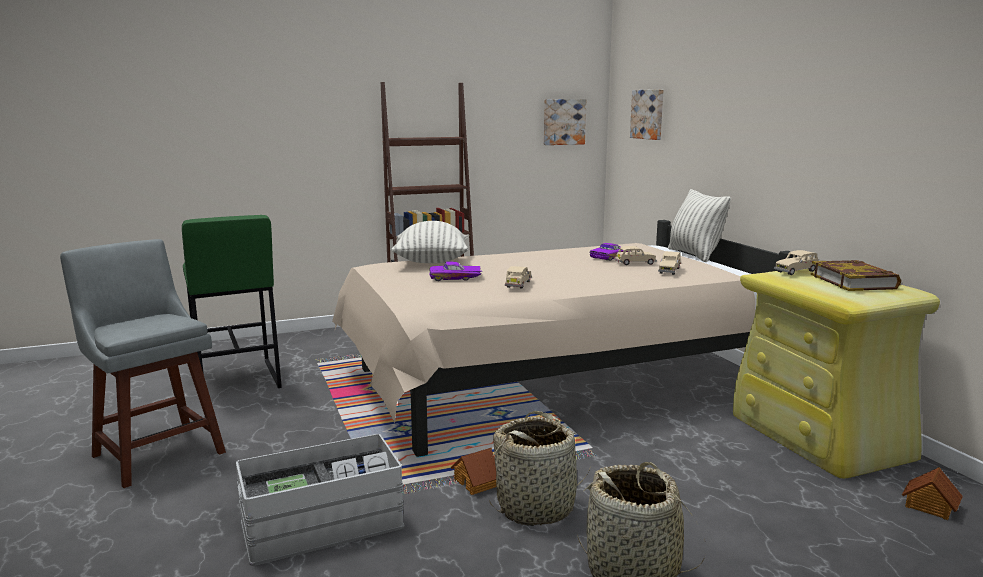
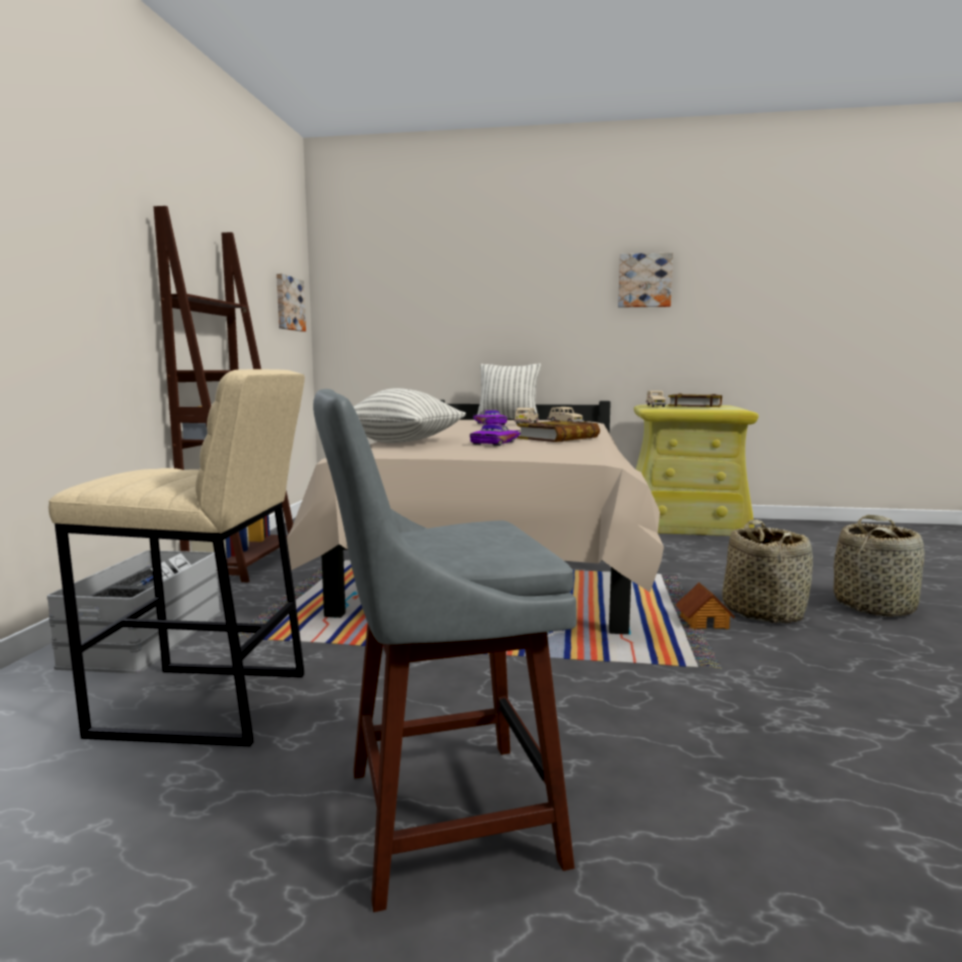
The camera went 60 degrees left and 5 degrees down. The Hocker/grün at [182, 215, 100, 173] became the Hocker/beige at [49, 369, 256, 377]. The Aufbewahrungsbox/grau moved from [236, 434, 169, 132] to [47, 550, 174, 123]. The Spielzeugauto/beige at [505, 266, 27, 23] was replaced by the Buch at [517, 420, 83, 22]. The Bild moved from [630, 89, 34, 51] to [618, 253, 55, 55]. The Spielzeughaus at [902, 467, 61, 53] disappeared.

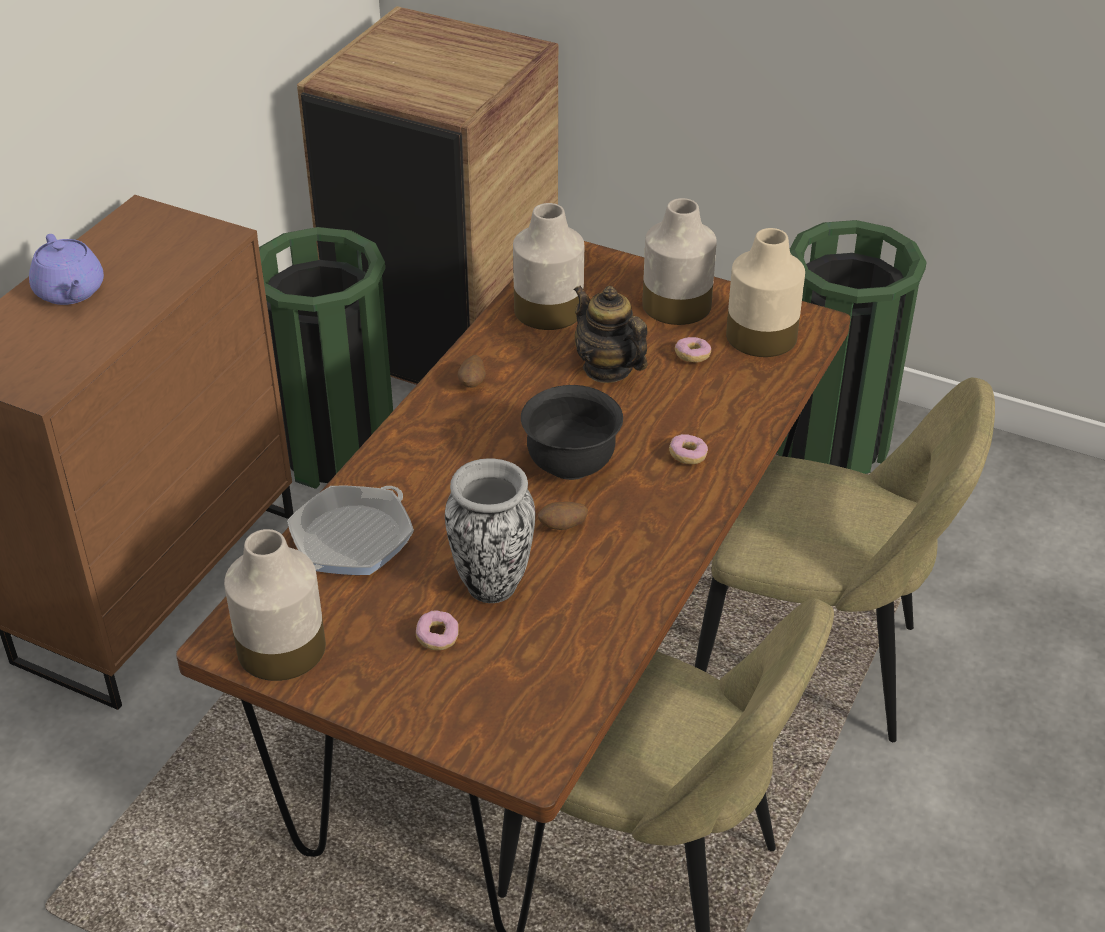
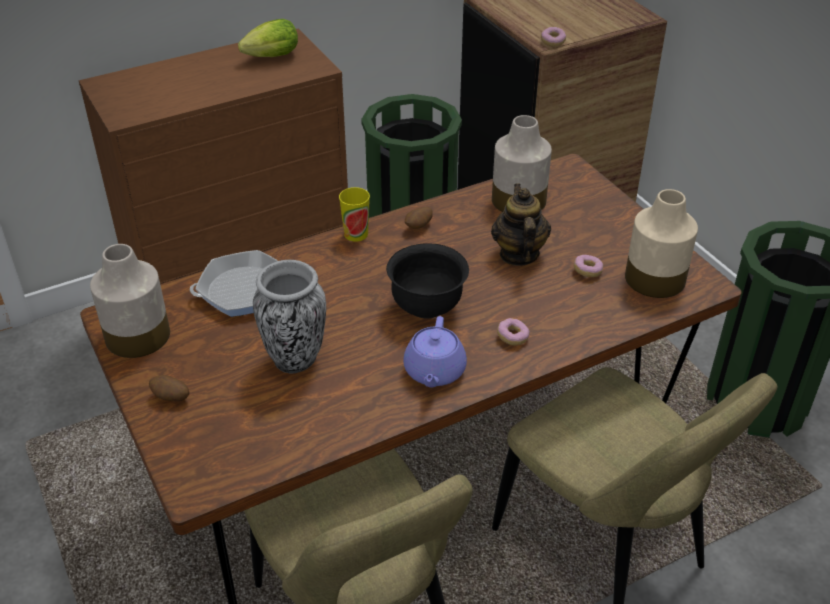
The camera went 35 degrees right and 0 degrees up. The Teekanne/lila moved from [29, 234, 75, 71] to [403, 316, 64, 71]. The Donut moved from [416, 610, 43, 40] to [541, 27, 25, 20]. The Kartoffel moved from [538, 502, 50, 28] to [149, 375, 40, 26]. The Vase/beige at [642, 198, 75, 127] disappeared. The Salatkopf at [238, 19, 60, 38] appeared. The Tasse at [339, 187, 31, 55] appeared.

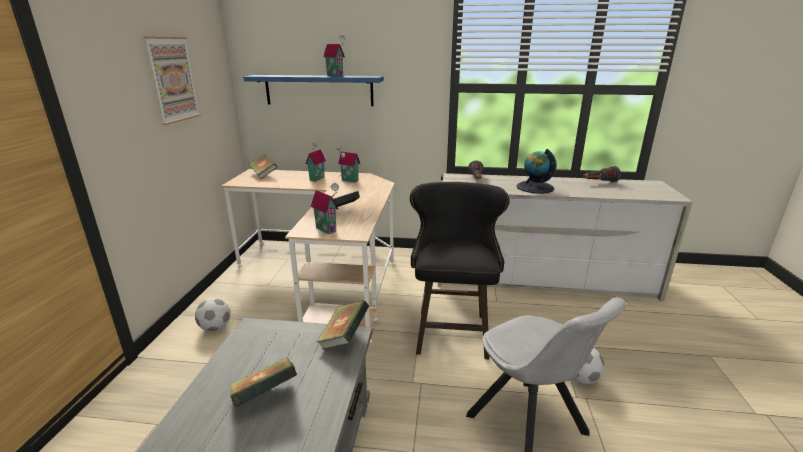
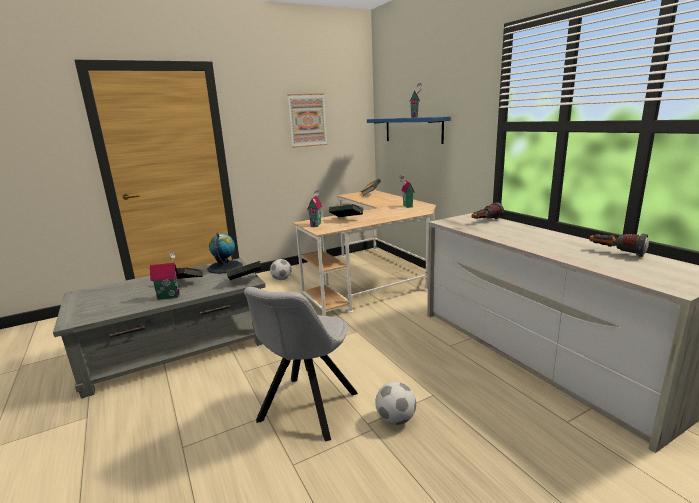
The camera went 55 degrees right and 5 degrees down. The Spielzeughaus moved from [306, 142, 20, 40] to [150, 252, 30, 48]. The Hocker/schwarz at [410, 182, 99, 177] disappeared. The Globus moved from [517, 149, 40, 45] to [207, 233, 36, 41].

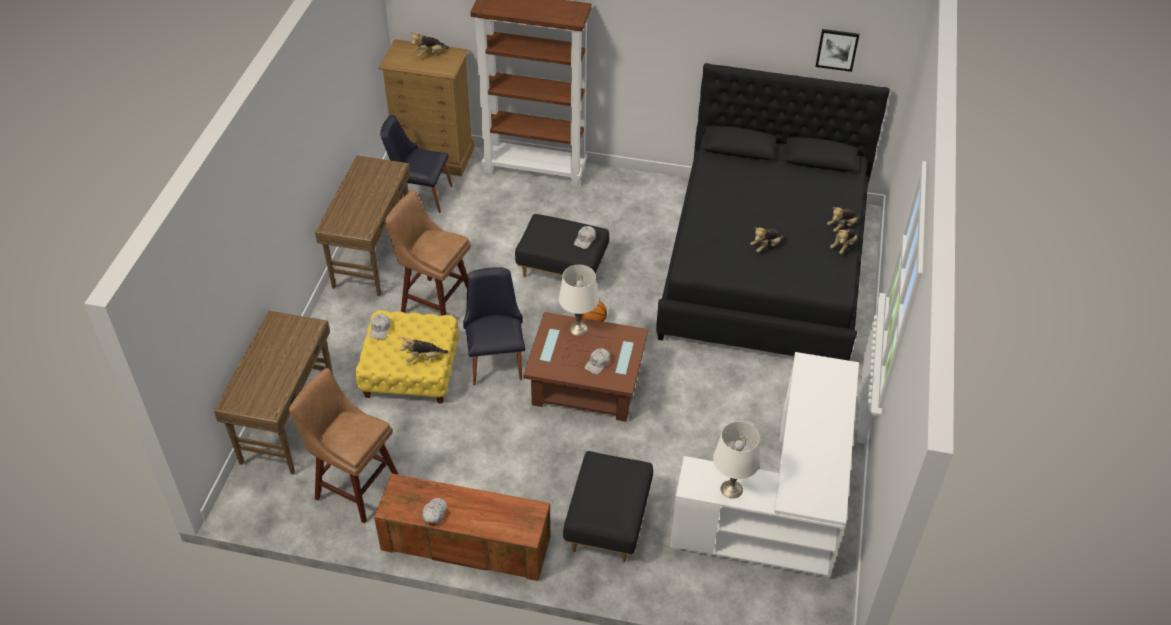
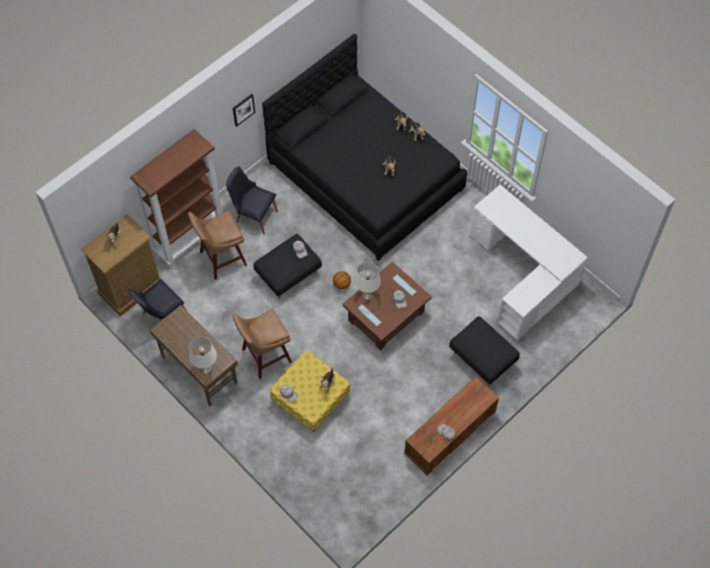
The camera went 55 degrees left and 15 degrees up. The Konsolentisch/braun at [214, 311, 119, 164] disappeared. The Hocker/braun moved from [289, 368, 110, 156] to [188, 211, 59, 69]. The Stuhl/schwarz moved from [463, 268, 63, 117] to [226, 167, 52, 68]. The Tischlampe/weiß moved from [713, 421, 47, 78] to [189, 336, 28, 38]. The Bild moved from [816, 29, 43, 43] to [233, 94, 22, 33].

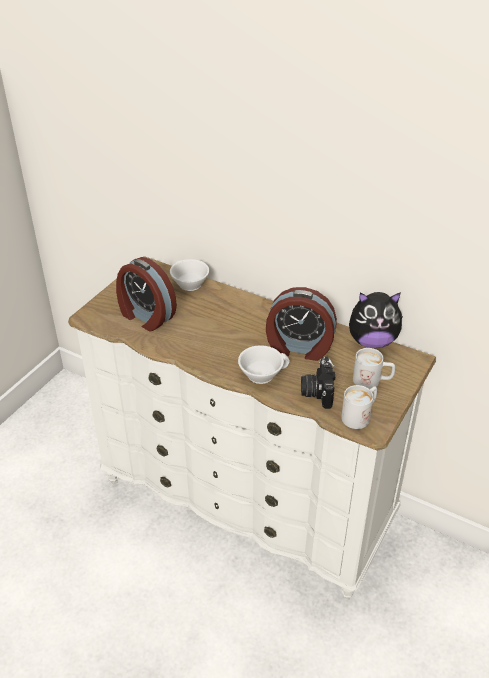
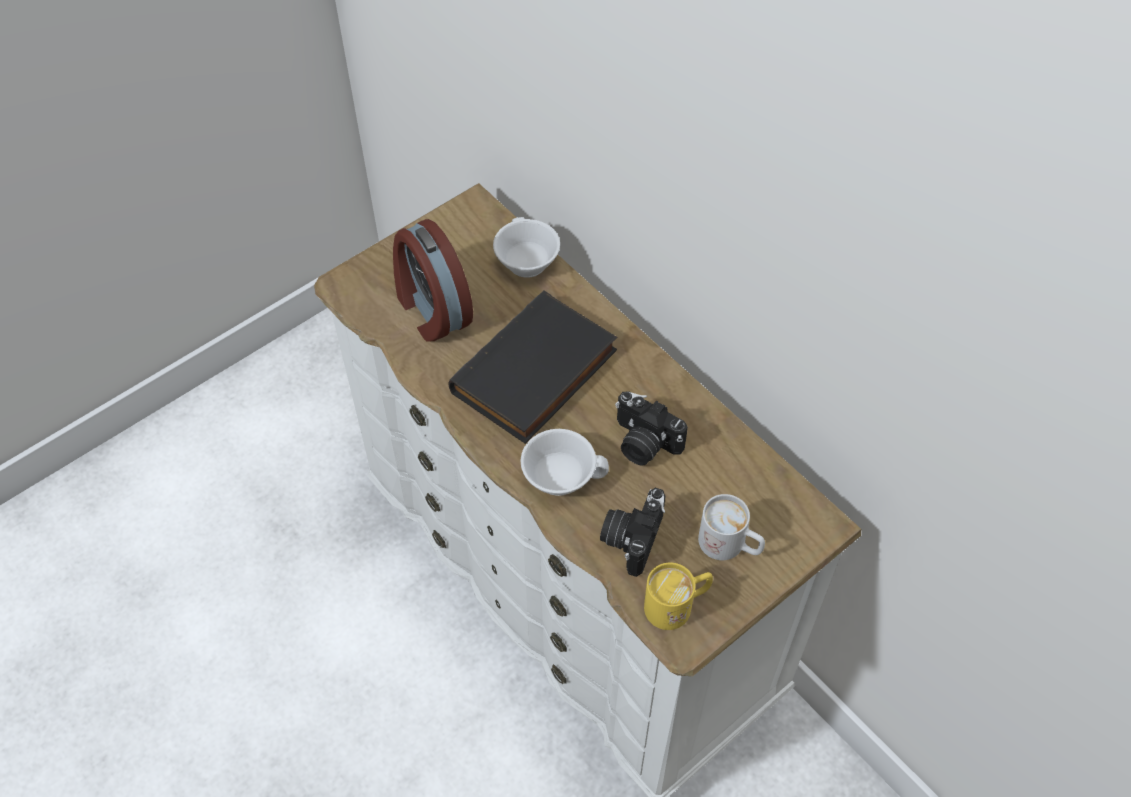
The camera went 20 degrees right and 15 degrees up. The Wecker at [266, 287, 71, 74] was replaced by the Kamera at [615, 392, 73, 74]. The Henkelbecher/weiß at [341, 385, 36, 44] became the Henkelbecher/gelb at [644, 562, 69, 68]. The Plüschtier at [349, 292, 54, 56] disappeared. The Buch/schwarz at [448, 291, 169, 153] appeared.

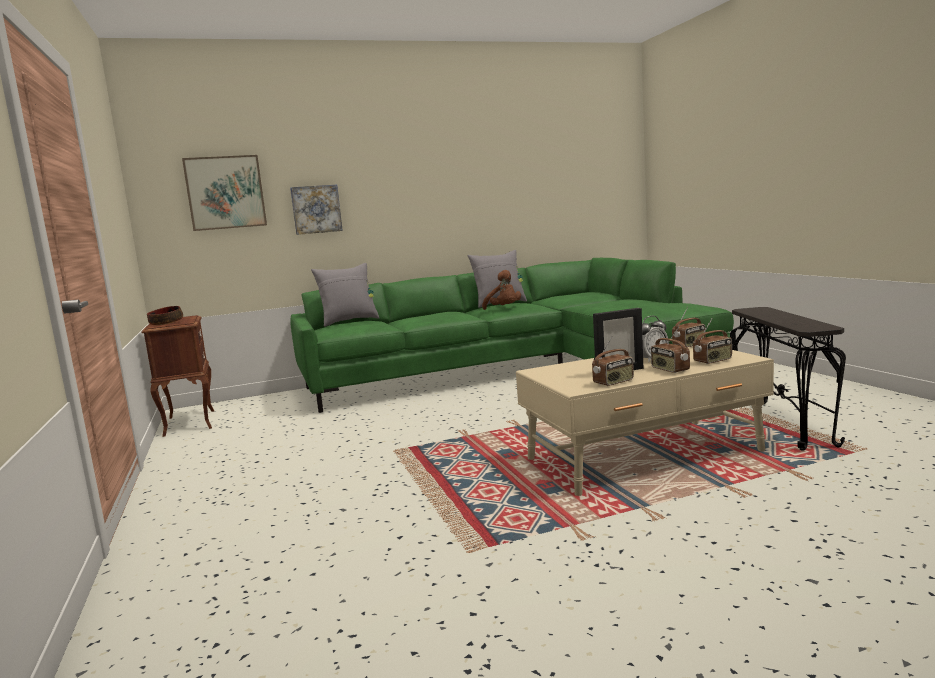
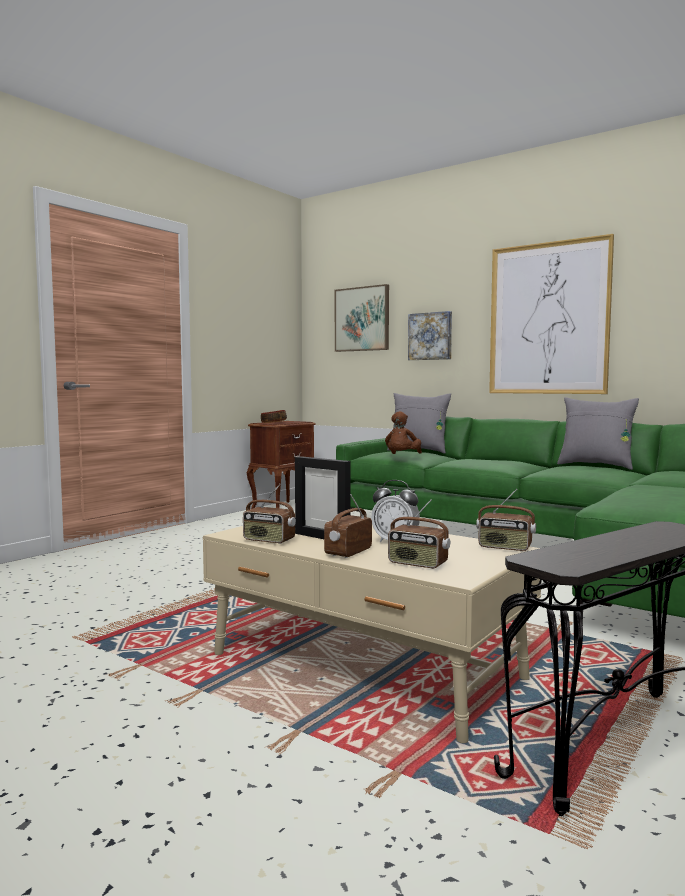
The camera went 55 degrees right and 5 degrees down. The Plüschtier/braun moved from [482, 270, 39, 40] to [385, 411, 37, 43]. The Bild at [489, 234, 125, 160] appeared.

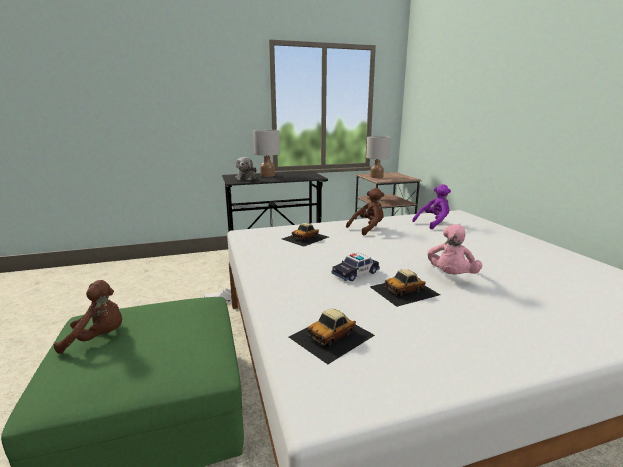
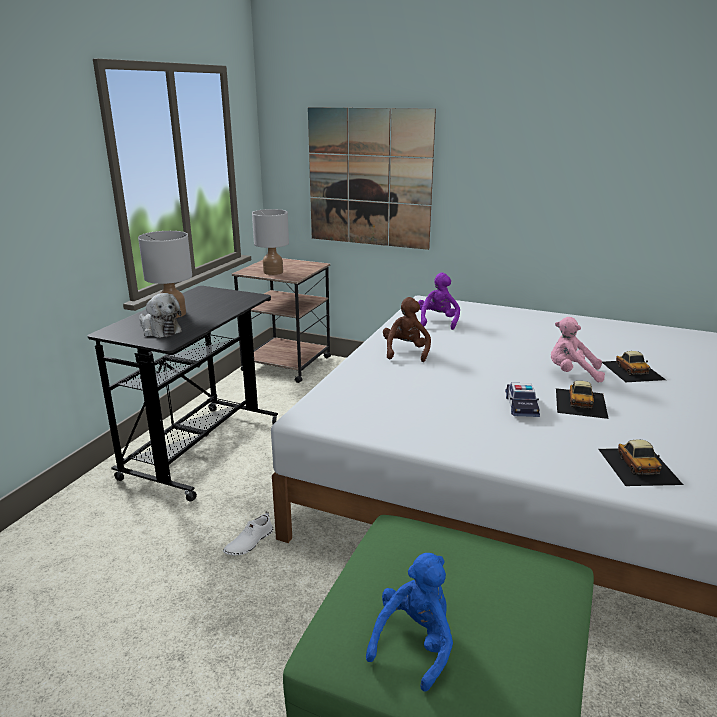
The camera went 50 degrees left and 5 degrees up. The Plüschtier/braun at [54, 280, 68, 74] became the Plüschtier/blau at [366, 553, 87, 139]. The Spielzeugauto moved from [282, 223, 47, 24] to [602, 351, 64, 31]. The Plüschtier/rosa at [427, 224, 55, 51] turned 135 degrees clockwise. The Bild at [308, 107, 128, 143] appeared.

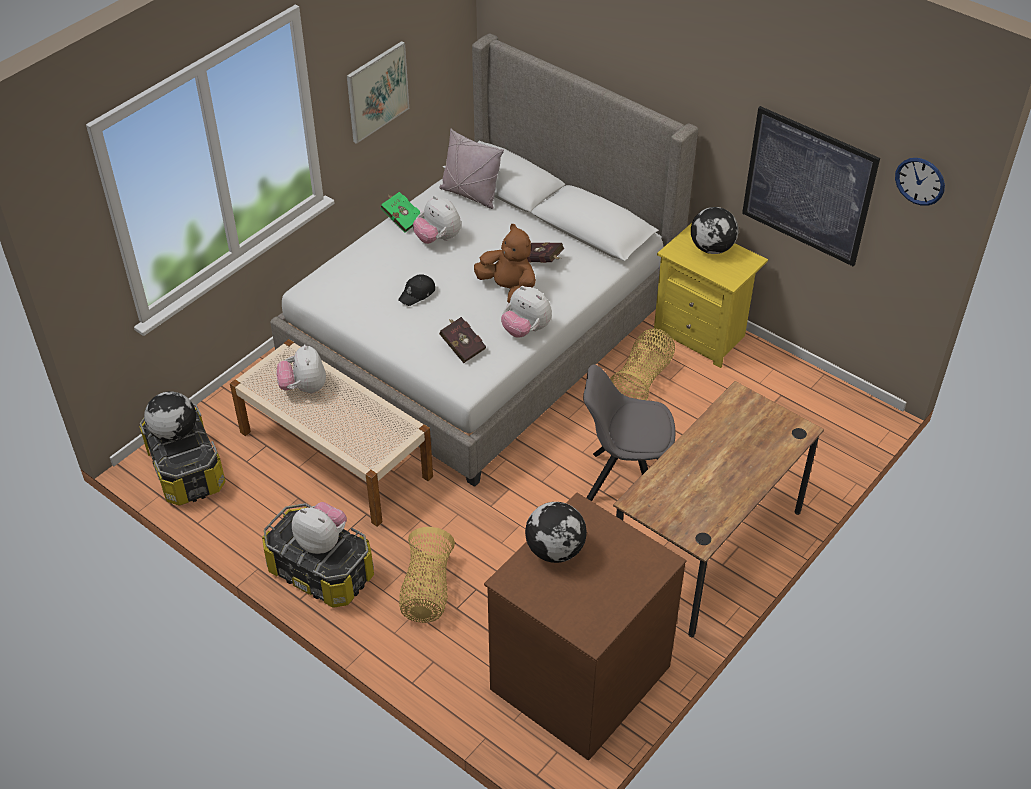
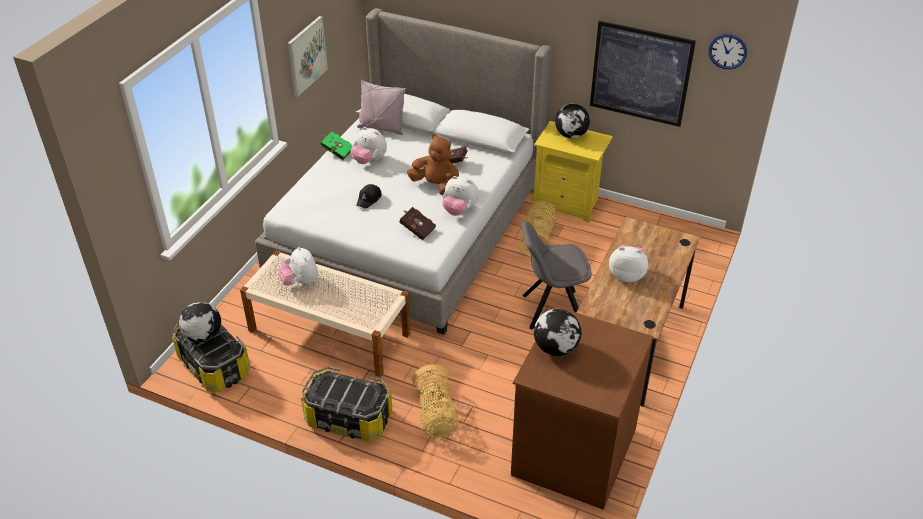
The camera went 15 degrees left and 5 degrees down. The Plüschtier moved from [292, 502, 55, 52] to [609, 245, 39, 37].

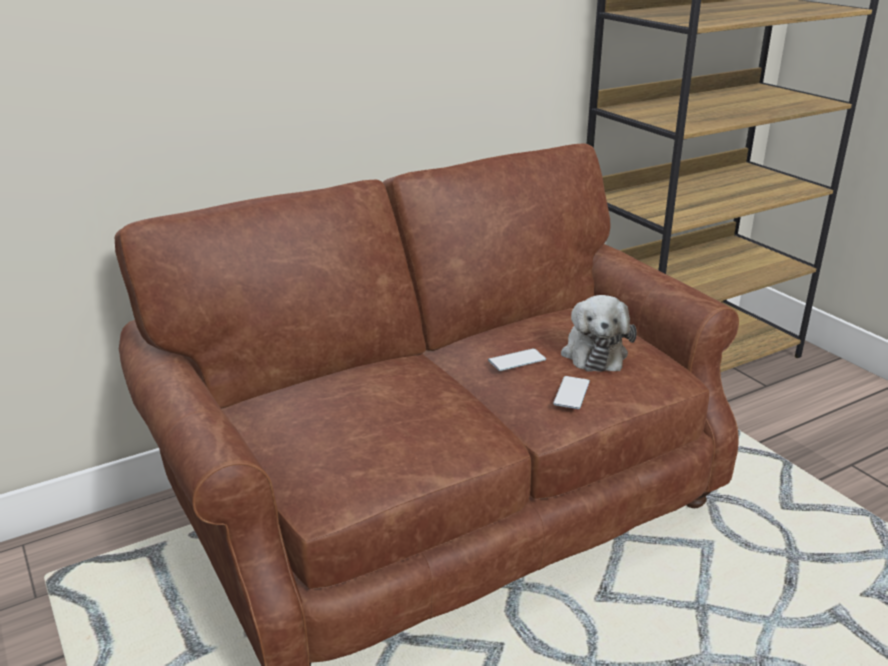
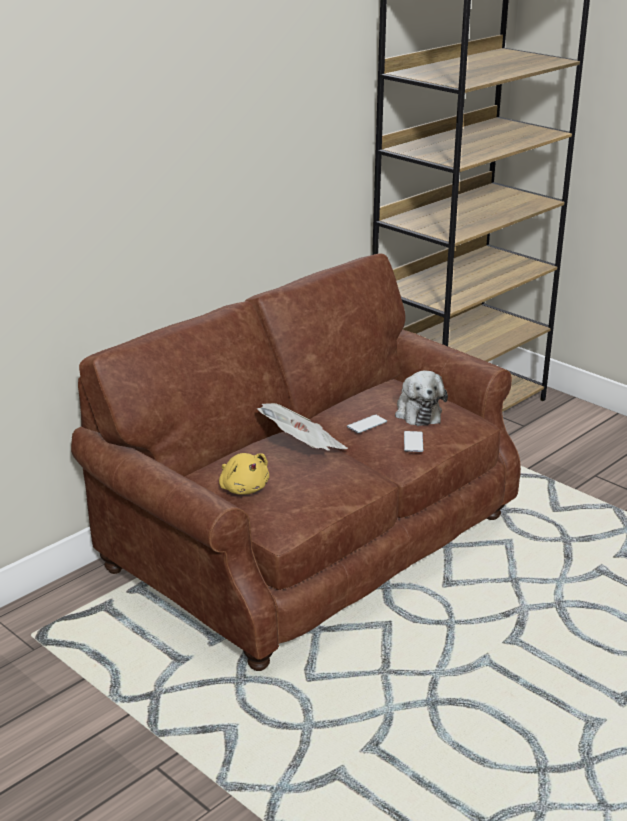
The camera went 15 degrees left and 0 degrees up. The Plüschtier/gelb at [219, 453, 50, 42] appeared. The Zeitung at [257, 403, 91, 48] appeared.

